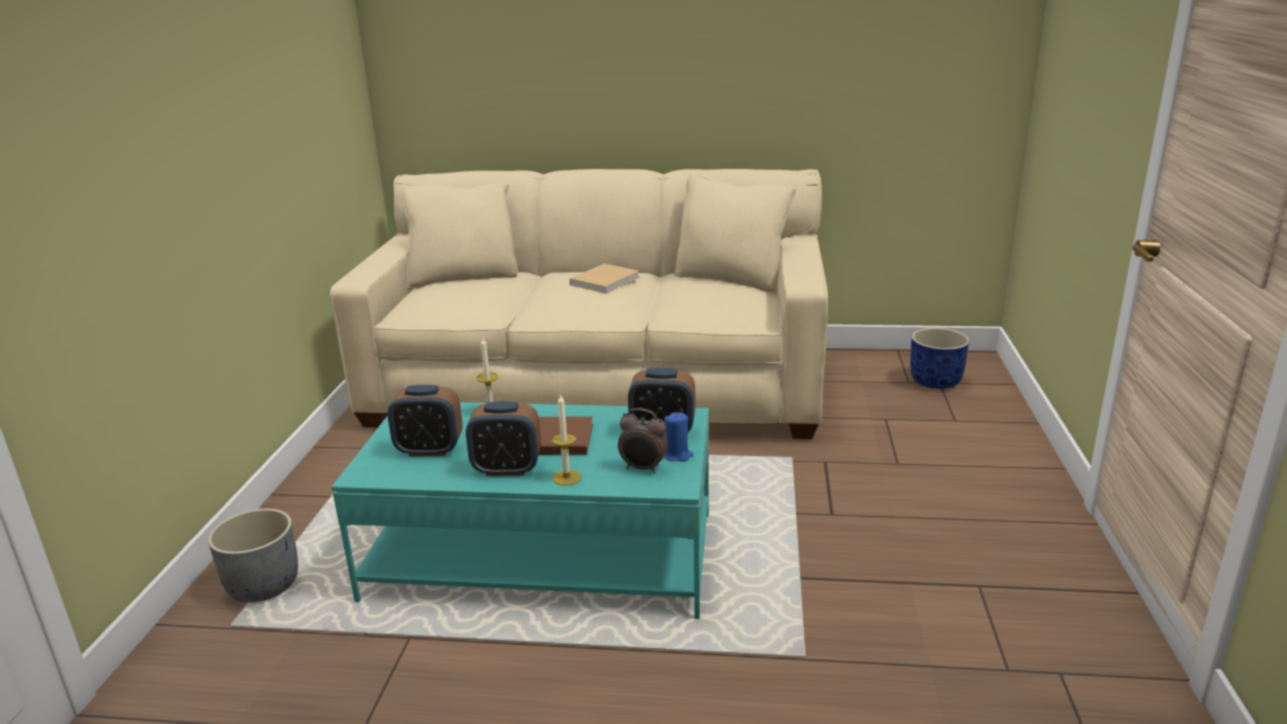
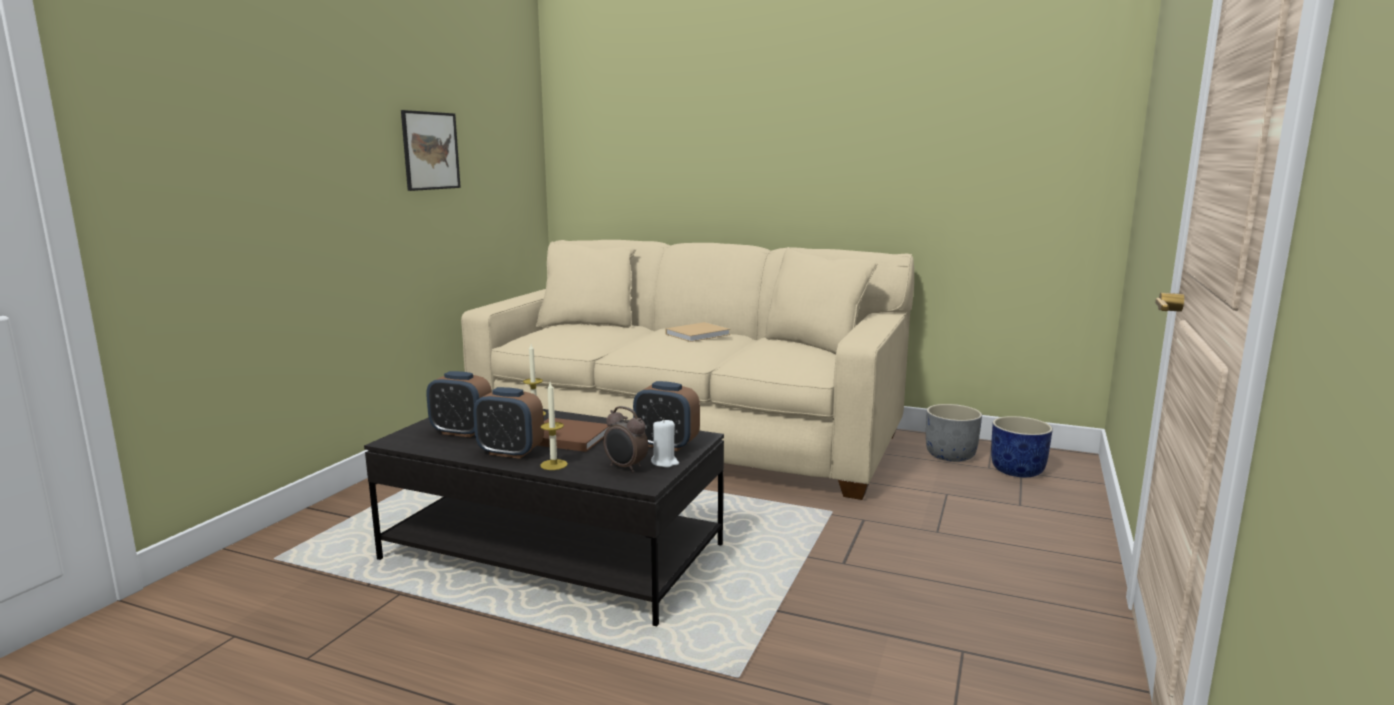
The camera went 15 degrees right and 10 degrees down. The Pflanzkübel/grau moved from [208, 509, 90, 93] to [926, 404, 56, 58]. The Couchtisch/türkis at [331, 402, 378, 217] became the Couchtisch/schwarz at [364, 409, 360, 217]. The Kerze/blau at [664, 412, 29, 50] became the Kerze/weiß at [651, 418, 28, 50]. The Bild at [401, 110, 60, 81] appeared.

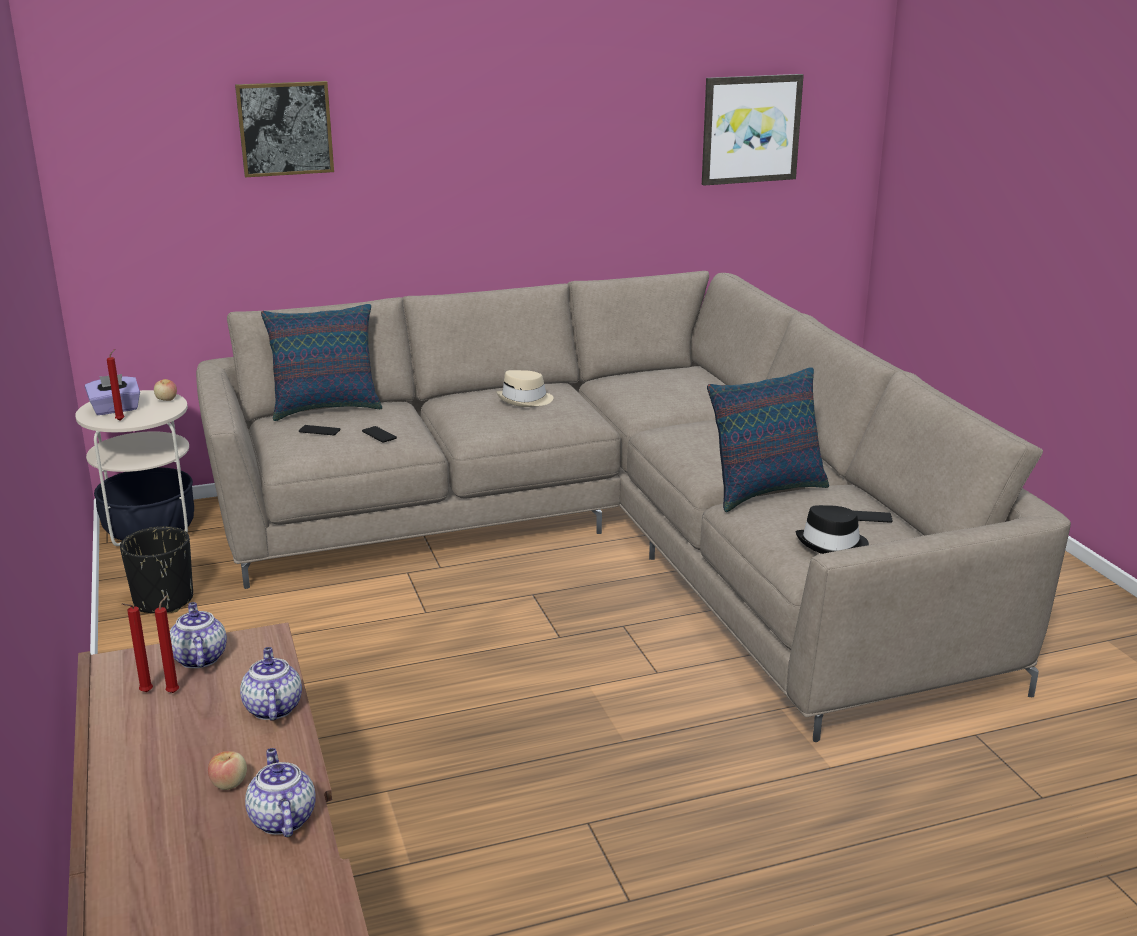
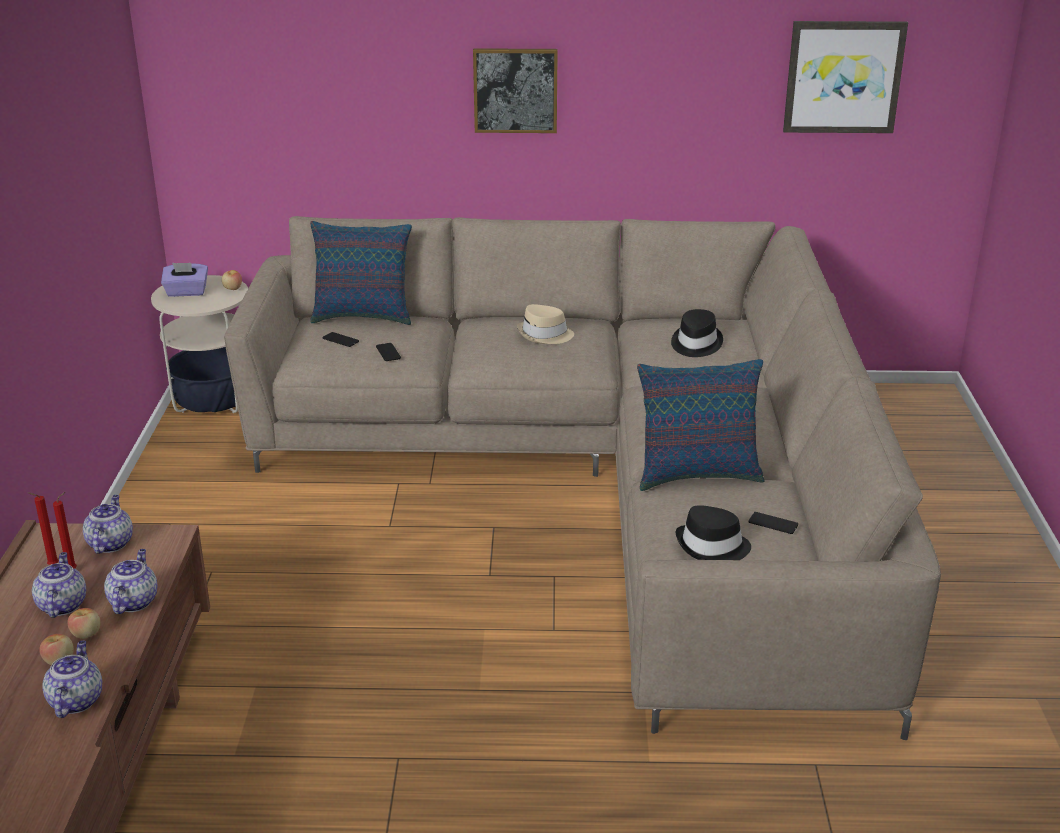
The camera went 20 degrees right and 5 degrees up. The Kerze/rot at [107, 349, 17, 72] disappeared. The Pflanzkübel/schwarz at [120, 526, 73, 87] disappeared. The Bild moved from [235, 81, 99, 96] to [473, 48, 85, 85]. The Teekanne at [32, 552, 54, 66] appeared. The Apfel at [67, 608, 34, 31] appeared. The Hut/schwarz at [671, 309, 52, 48] appeared.

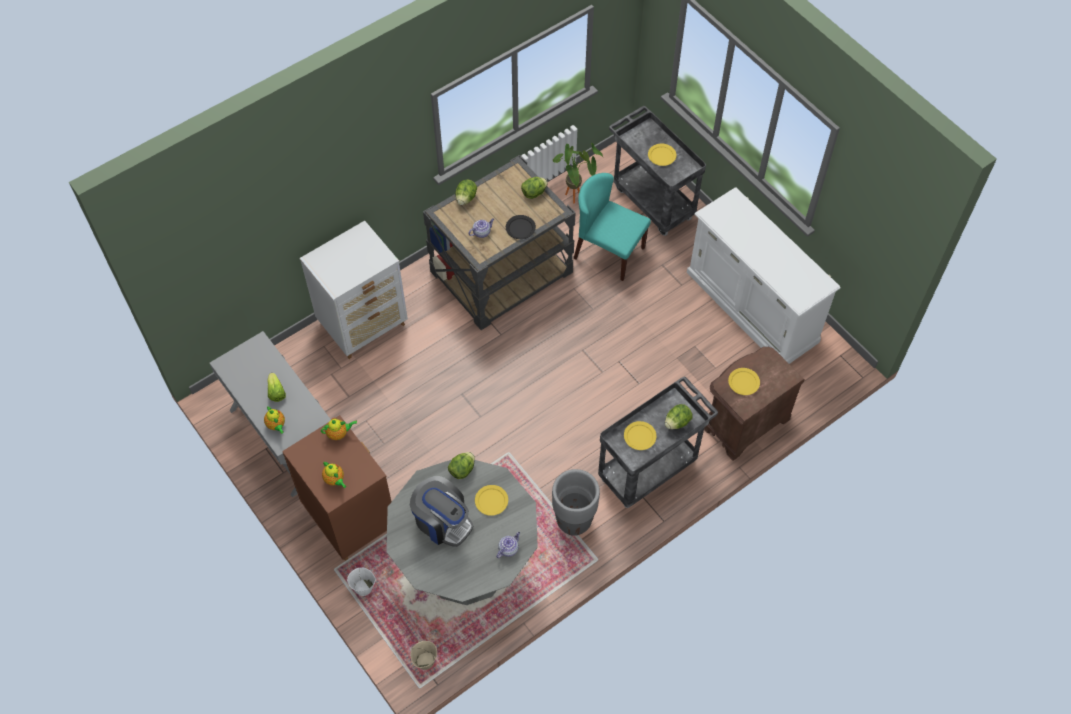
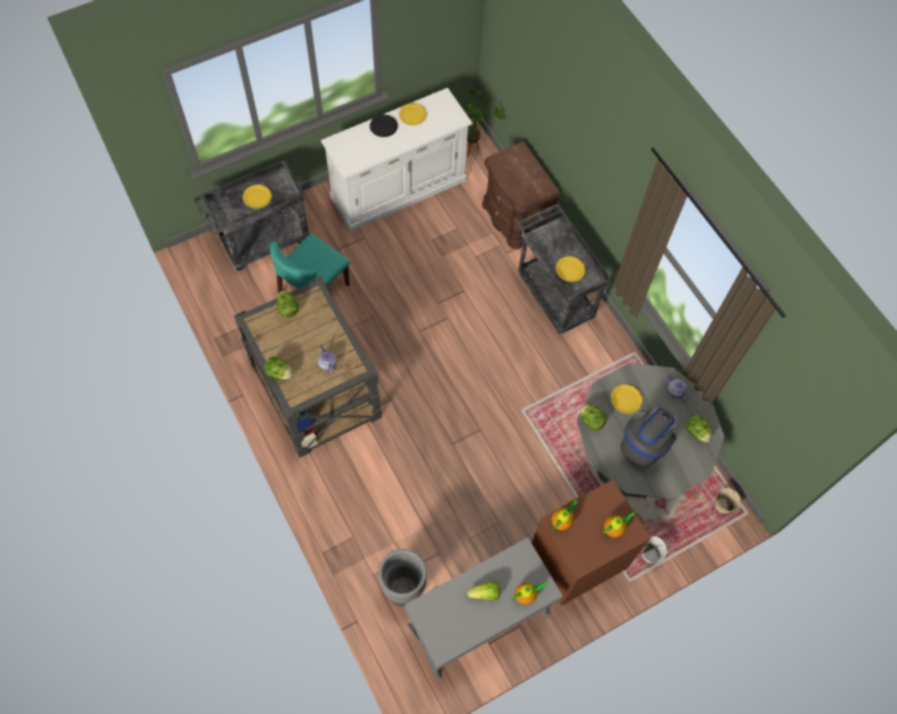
The camera went 85 degrees left and 5 degrees up. The Kommode/weiß at [300, 221, 108, 138] disappeared. The Teekanne at [321, 418, 36, 22] turned 45 degrees clockwise. The Teller/schwarz moved from [506, 215, 30, 24] to [370, 115, 28, 22]. The Pflanzkübel/grau moved from [552, 469, 48, 67] to [378, 549, 49, 58]. The Topfpflanze moved from [553, 143, 50, 61] to [465, 90, 40, 66]. The Salatkopf moved from [665, 404, 28, 25] to [686, 414, 26, 29]. The Teller/gelb moved from [728, 368, 32, 27] to [399, 103, 28, 22].

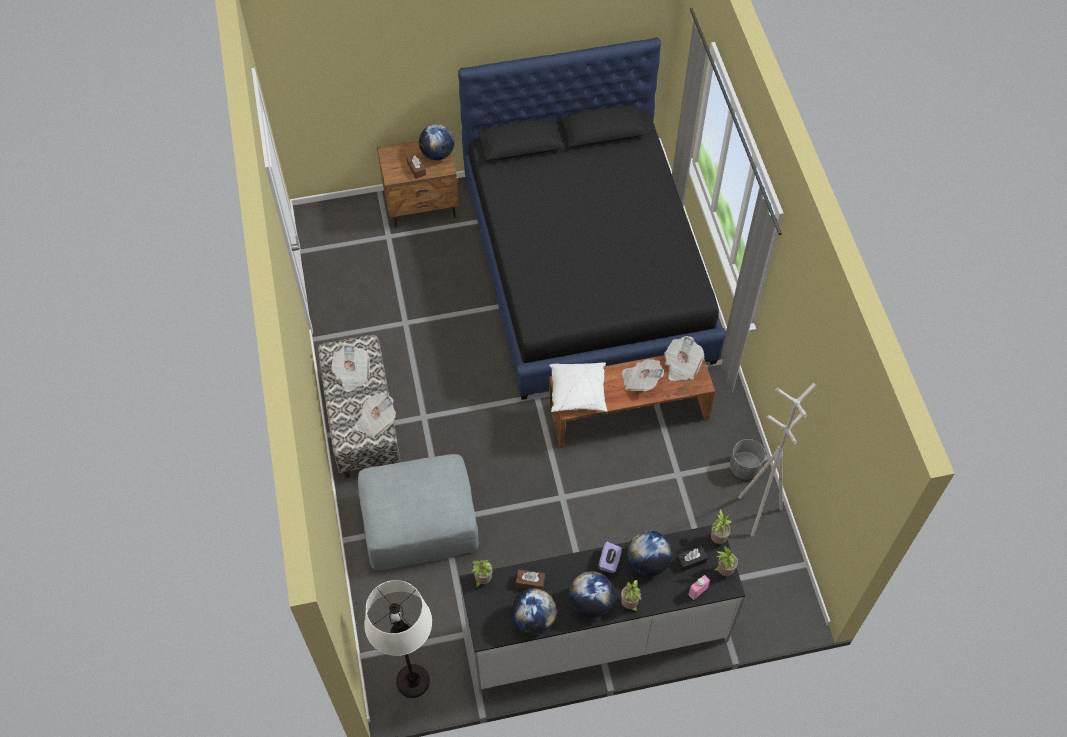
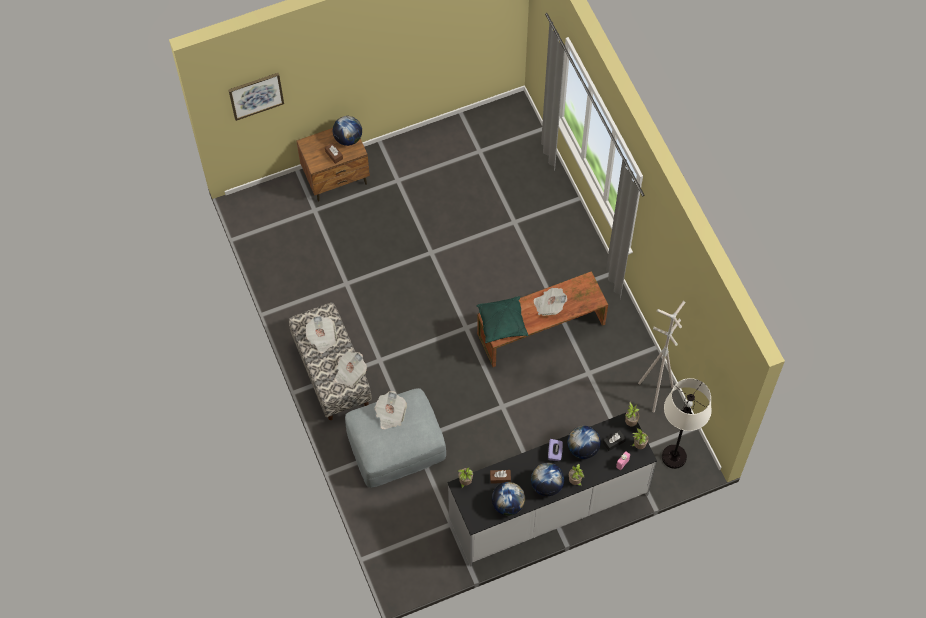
The camera went 10 degrees left and 5 degrees up. The Stehlampe/weiß moved from [364, 580, 68, 118] to [662, 378, 50, 91]. The Bett/schwarz at [458, 37, 268, 363] disappeared. The Kissen/weiß at [549, 362, 58, 50] became the Kissen/grün at [476, 296, 53, 47]. The Zeitung moved from [664, 336, 40, 45] to [375, 391, 32, 38]. The Pflanzkübel/grau at [730, 439, 36, 41] disappeared. The Bild at [229, 73, 55, 48] appeared.

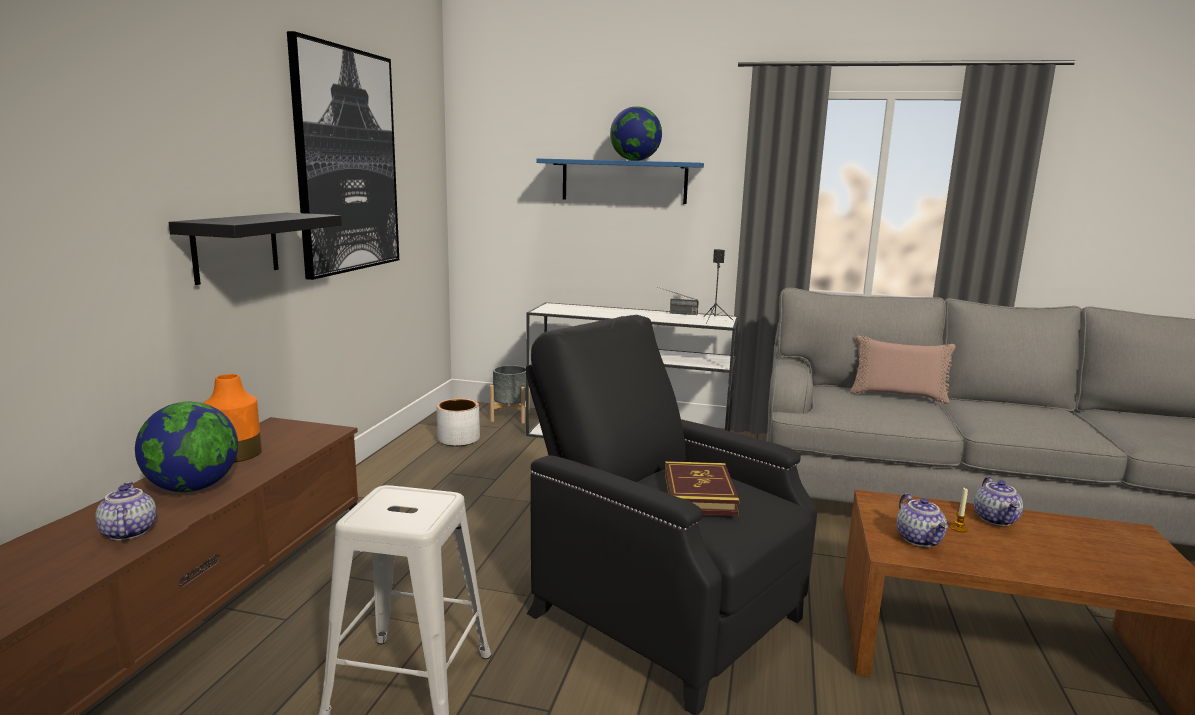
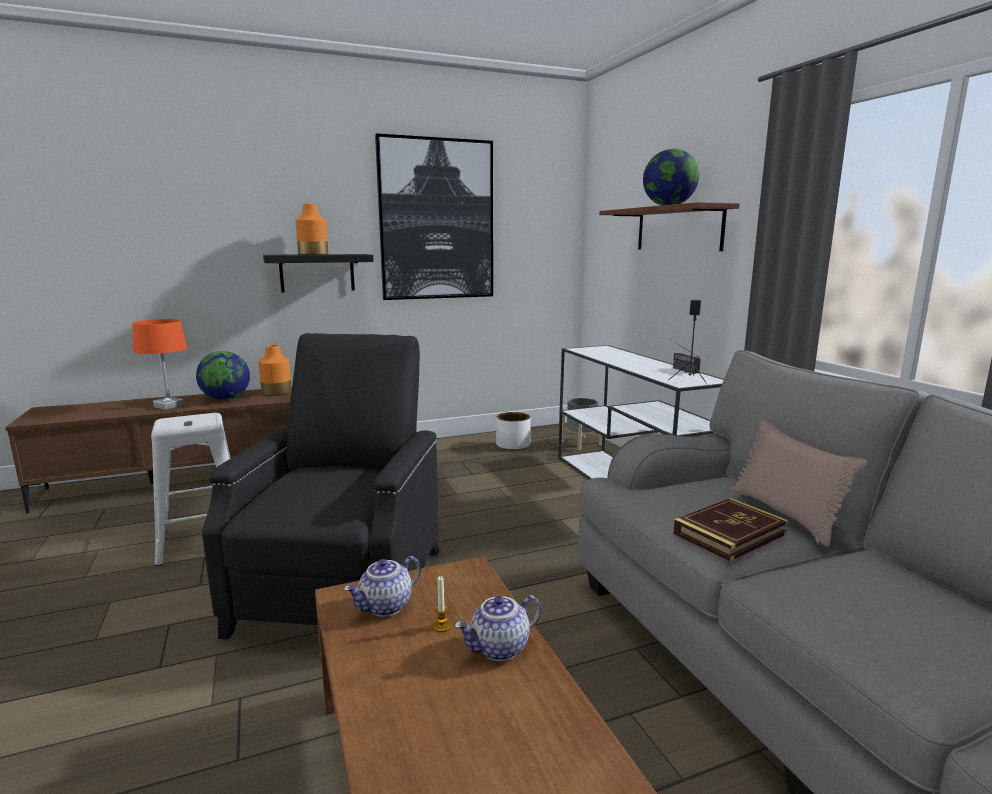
The camera went 55 degrees right and 0 degrees up. The Teekanne at [95, 482, 62, 58] was replaced by the Tischlampe/orange at [132, 319, 55, 91]. The Wandregal/blau at [536, 158, 168, 46] became the Wandregal/braun at [599, 202, 141, 49]. The Buch moved from [665, 461, 75, 55] to [673, 498, 115, 63]. The Vase/orange at [296, 204, 32, 51] appeared.

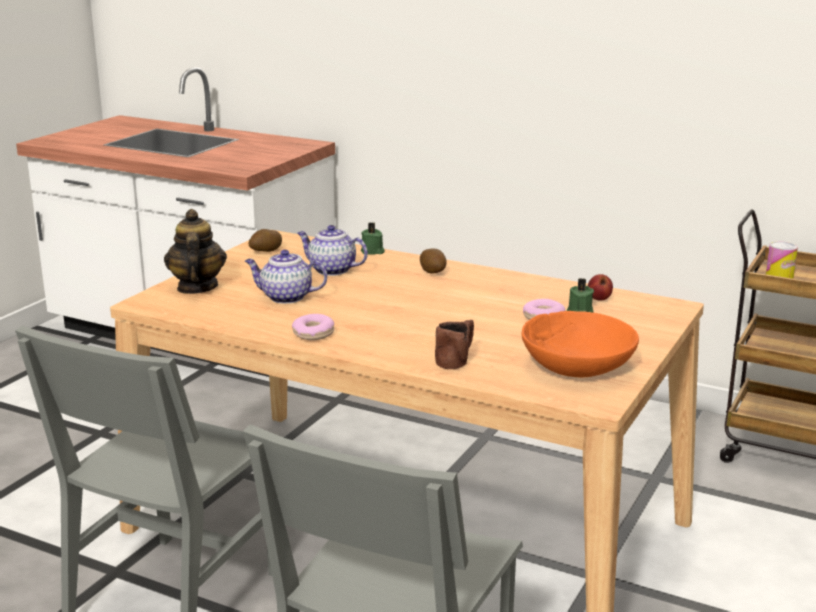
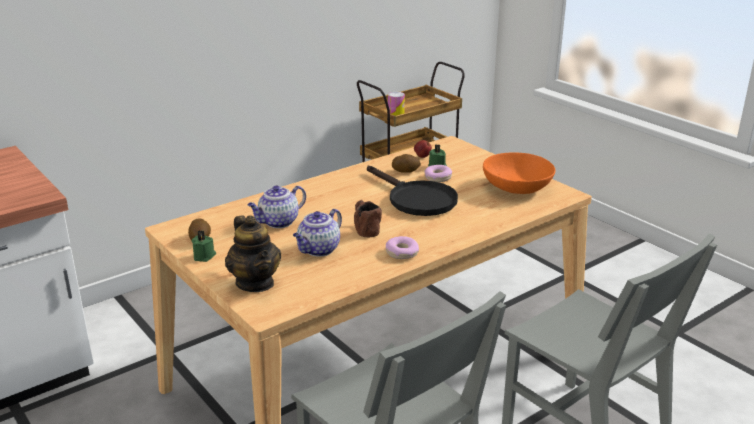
The camera went 65 degrees left and 5 degrees up. The Teekanne at [164, 209, 63, 85] turned 135 degrees counterclockwise. The Kerze/grün moved from [361, 222, 24, 33] to [192, 230, 24, 32]. The Kartoffel moved from [420, 248, 26, 25] to [392, 154, 29, 19]. The Henkelbecher/braun moved from [435, 320, 39, 49] to [354, 200, 28, 37]. The Pfanne/schwarz at [367, 166, 91, 50] appeared.

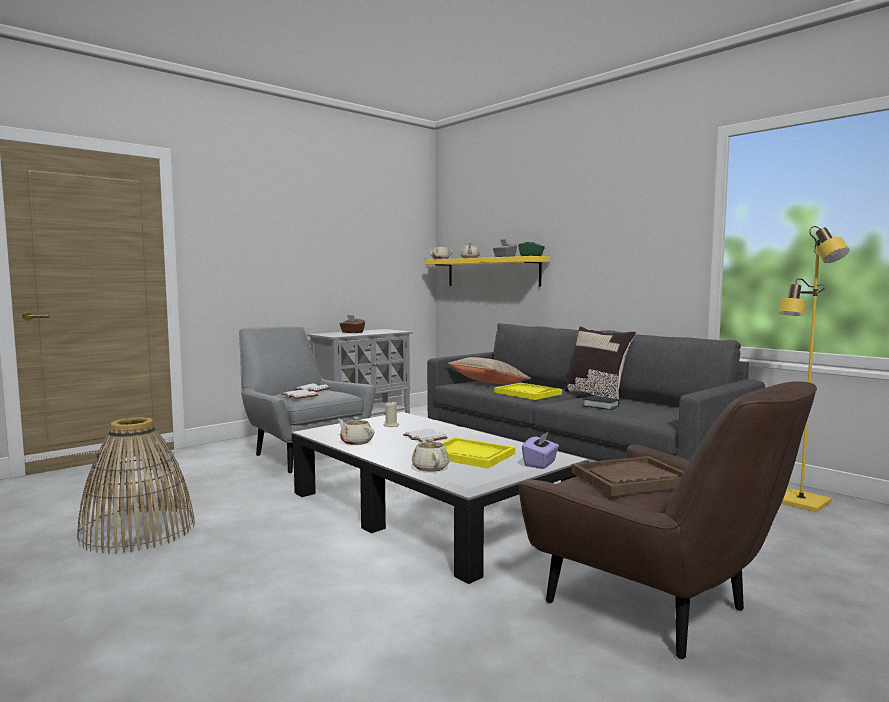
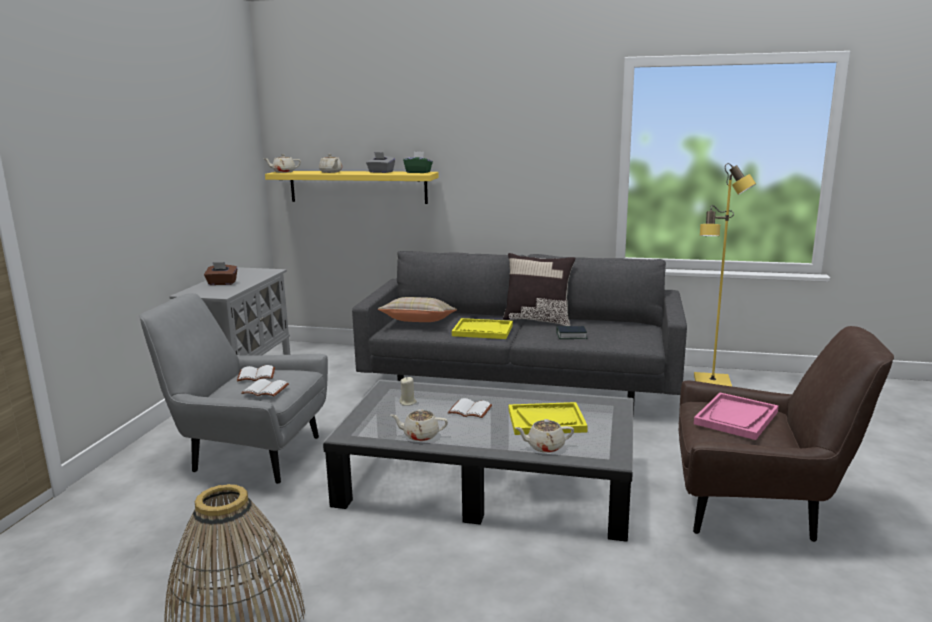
The camera went 35 degrees left and 10 degrees up. The Teekanne/beige at [412, 437, 38, 35] turned 45 degrees counterclockwise. The Taschentuchbox/lila at [522, 432, 37, 37] disappeared. The Tablett/braun at [572, 456, 112, 40] became the Tablett/rosa at [694, 393, 84, 47].

